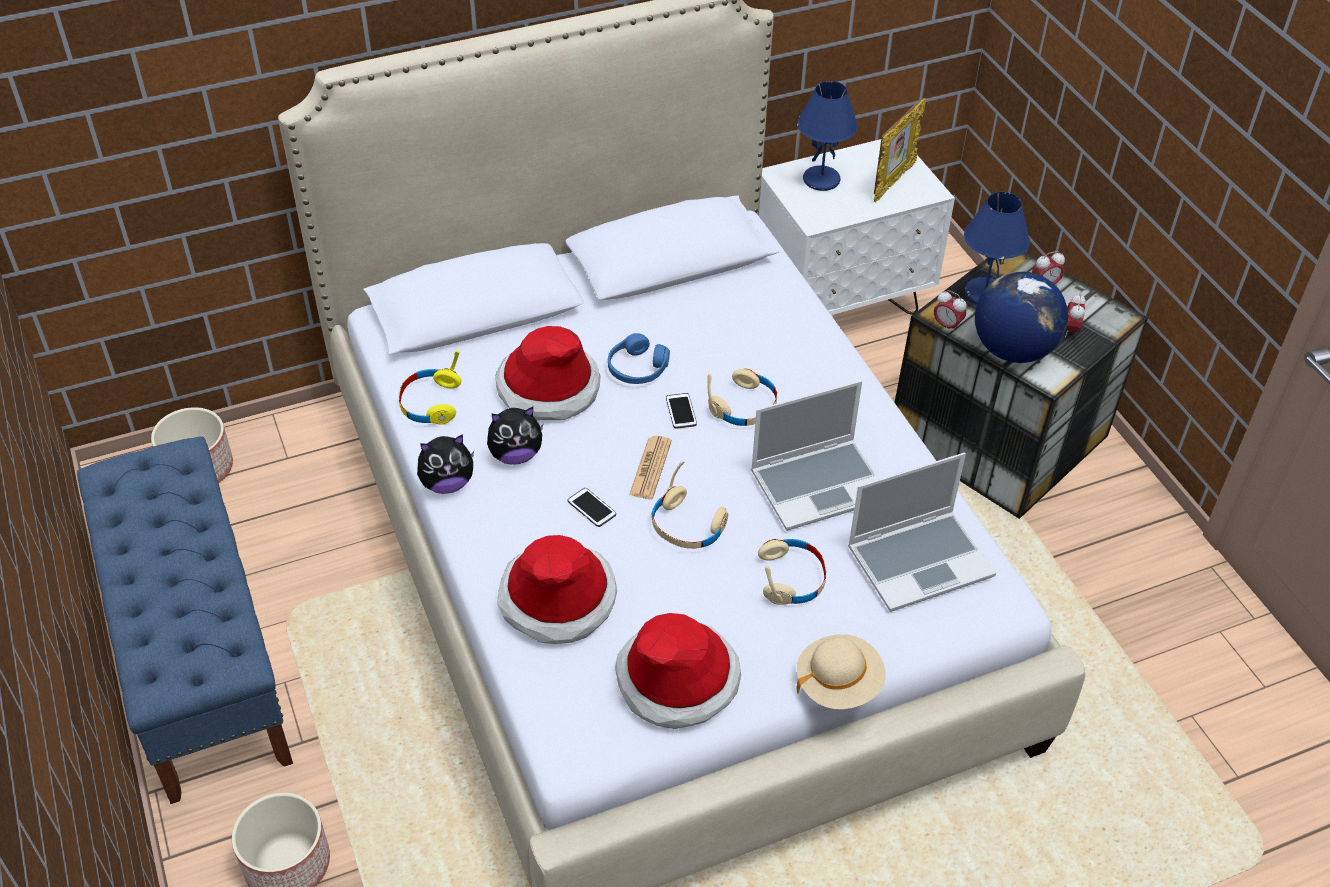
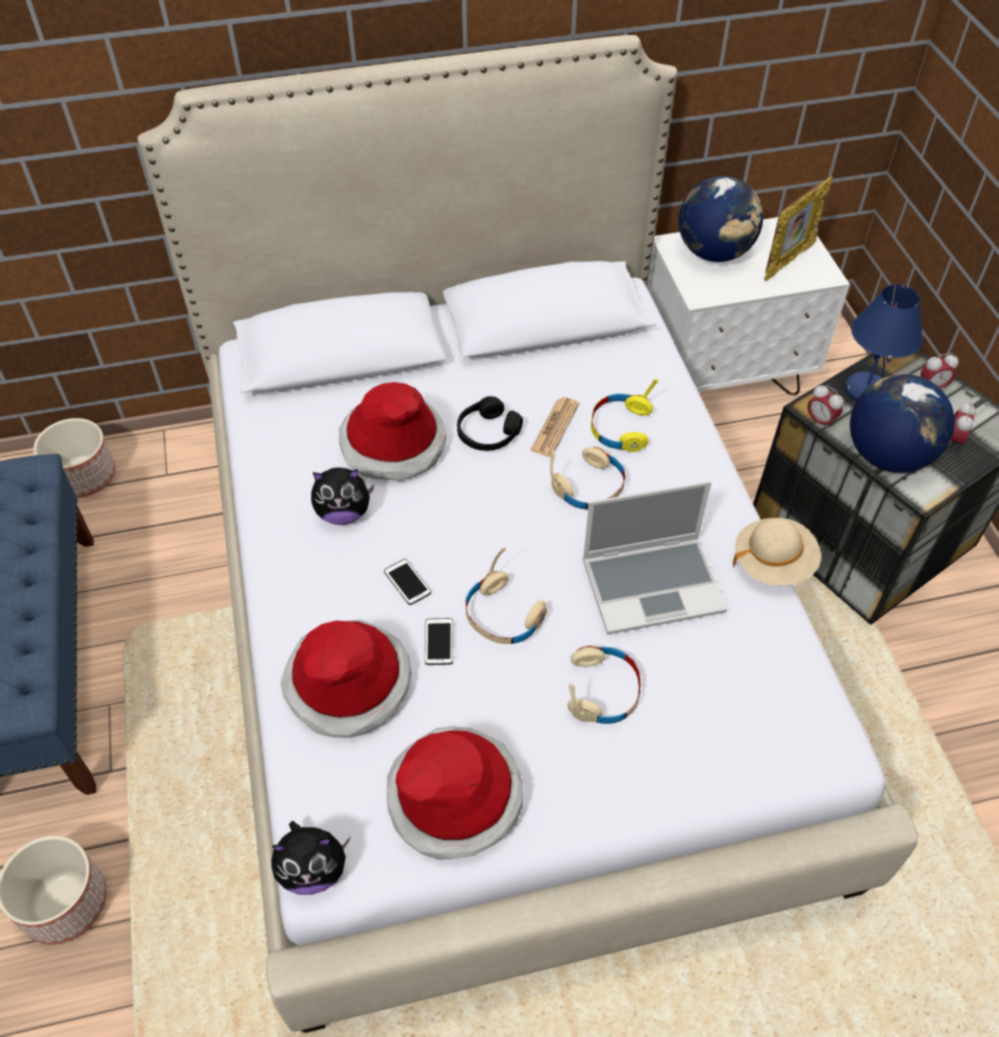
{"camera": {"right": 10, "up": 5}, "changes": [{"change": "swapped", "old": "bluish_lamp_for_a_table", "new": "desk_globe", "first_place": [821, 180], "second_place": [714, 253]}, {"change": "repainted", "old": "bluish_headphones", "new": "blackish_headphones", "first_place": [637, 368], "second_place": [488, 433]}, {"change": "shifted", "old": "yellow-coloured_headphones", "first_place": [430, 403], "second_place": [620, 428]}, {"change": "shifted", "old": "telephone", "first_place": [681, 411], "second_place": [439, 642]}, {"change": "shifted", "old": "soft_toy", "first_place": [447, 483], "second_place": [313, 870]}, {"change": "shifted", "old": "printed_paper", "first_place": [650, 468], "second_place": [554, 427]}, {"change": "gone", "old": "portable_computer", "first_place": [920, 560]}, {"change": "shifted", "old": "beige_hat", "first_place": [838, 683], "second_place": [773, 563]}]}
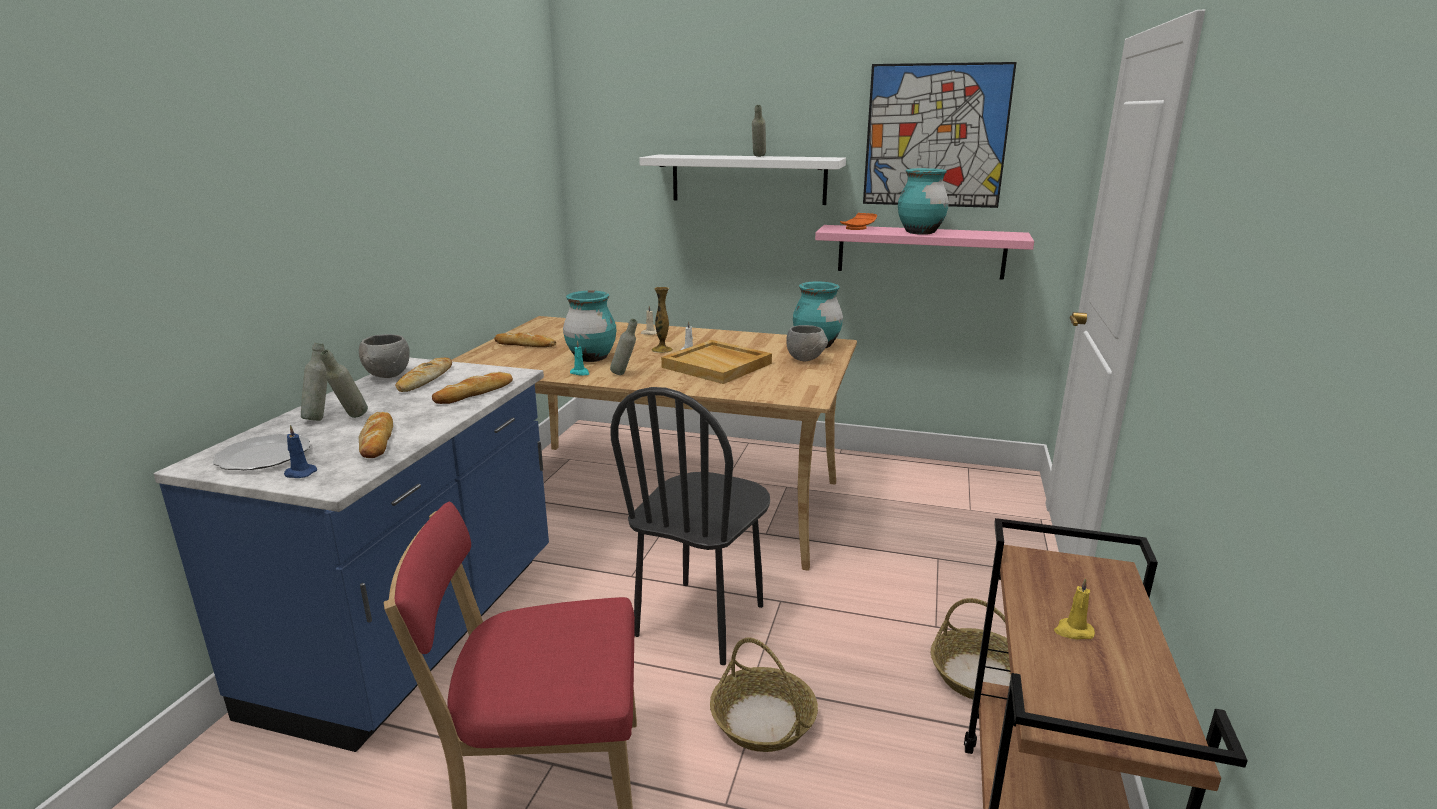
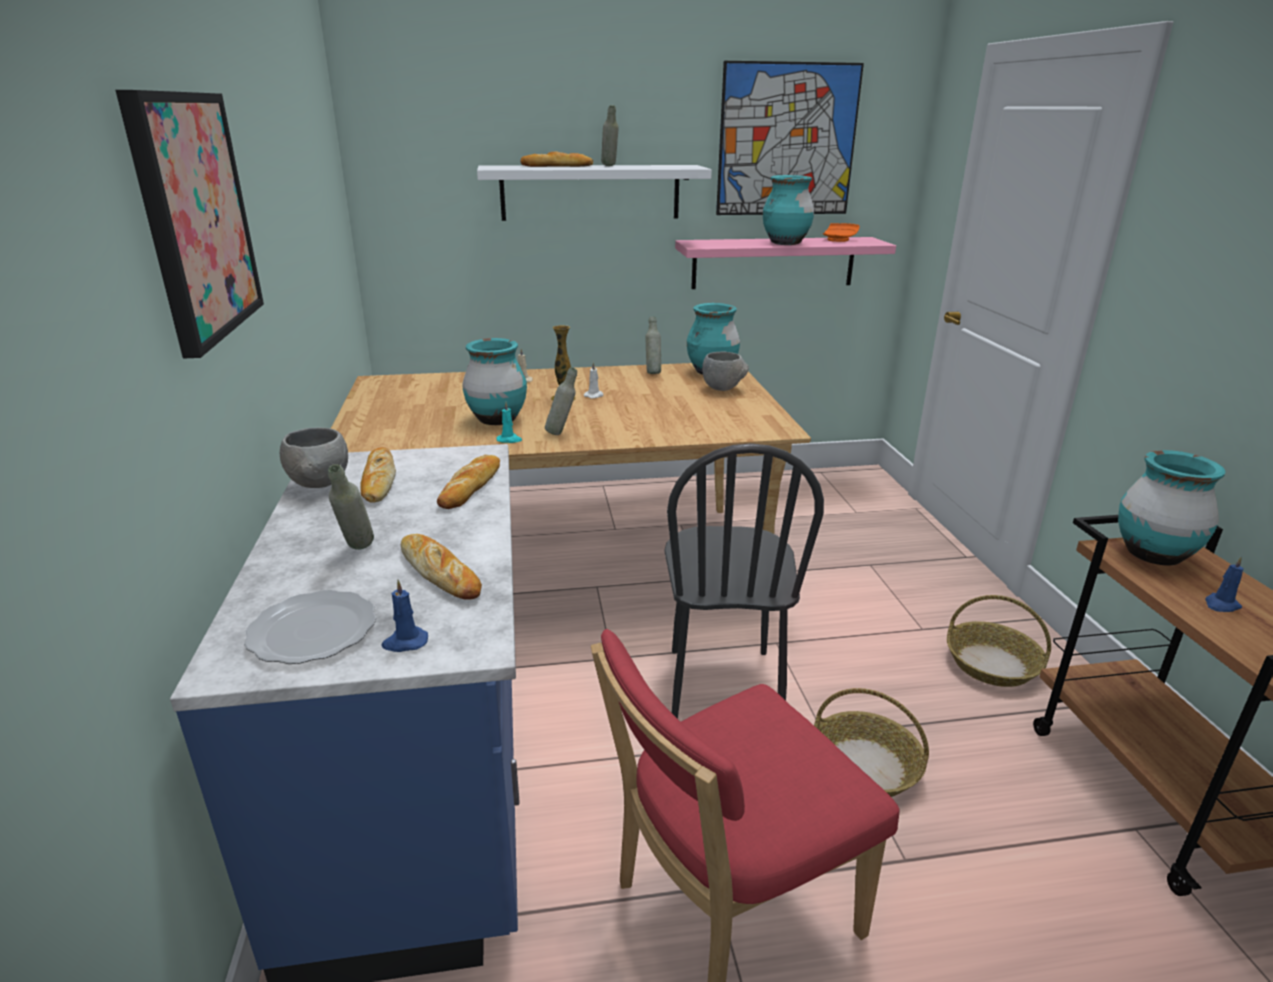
{"camera": {"right": -25, "up": 5}, "changes": [{"change": "shifted", "old": "orange-coloured_dinner_plate", "first_place": [858, 228], "second_place": [839, 240]}, {"change": "shifted", "old": "bakery_bread", "first_place": [525, 344], "second_place": [557, 166]}, {"change": "gone", "old": "beige_tray", "first_place": [718, 365]}, {"change": "shifted", "old": "grey_drink_bottle", "first_place": [320, 418], "second_place": [653, 373]}, {"change": "repainted", "old": "yellow-coloured_wax_light", "new": "bluish_wax_light", "first_place": [1073, 631], "second_place": [1221, 605]}, {"change": "new", "new": "picture", "second_place": [195, 217]}, {"change": "new", "new": "turquoise-coloured_flower_vase", "second_place": [1152, 555]}]}
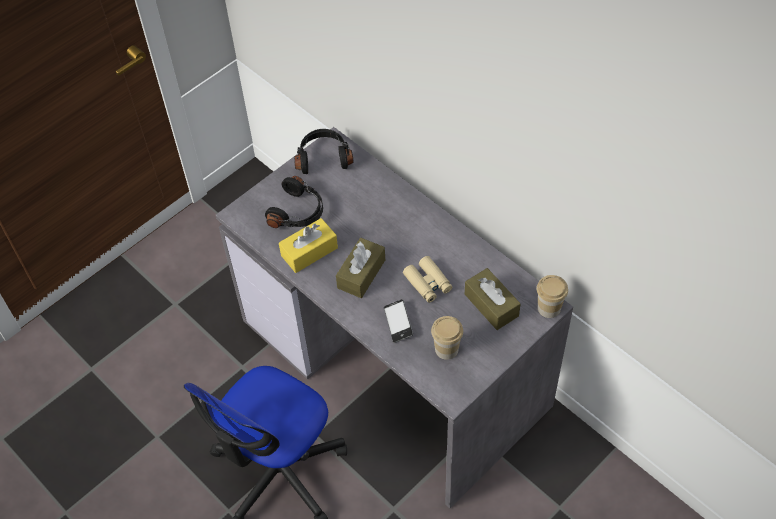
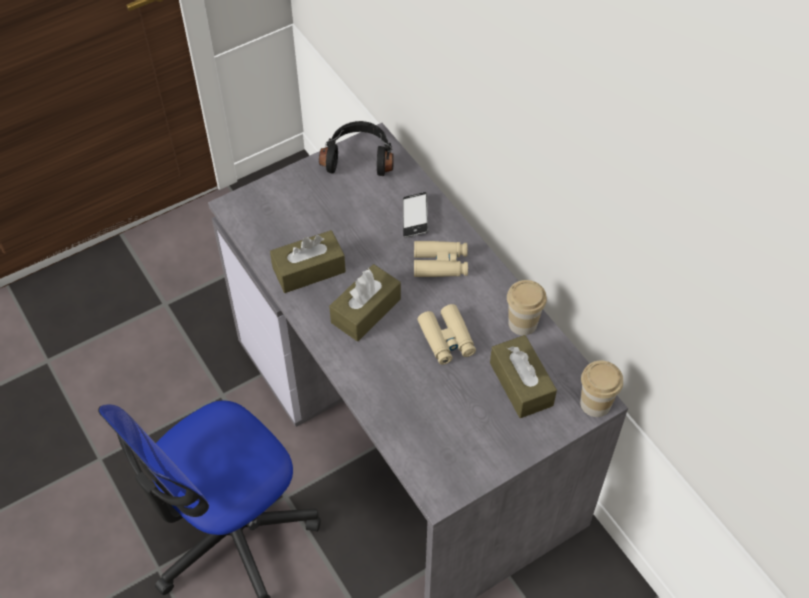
{"camera": {"right": 10, "up": 0}, "changes": [{"change": "gone", "old": "blackish_headphones", "first_place": [298, 212]}, {"change": "repainted", "old": "yellow-coloured_box_of_tissues", "new": "brown_box_of_tissues", "first_place": [309, 252], "second_place": [309, 270]}, {"change": "shifted", "old": "telephone", "first_place": [398, 323], "second_place": [415, 218]}, {"change": "shifted", "old": "small_cup", "first_place": [446, 349], "second_place": [522, 323]}, {"change": "new", "new": "beige_pair_of_binoculars", "second_place": [440, 264]}]}
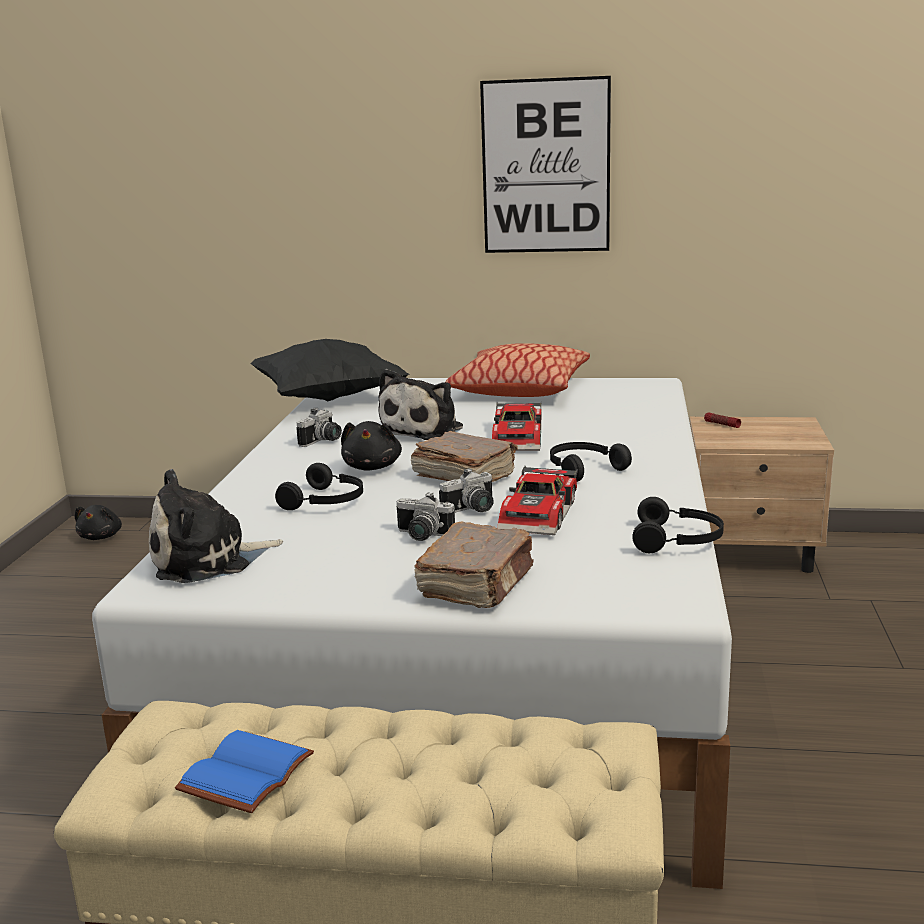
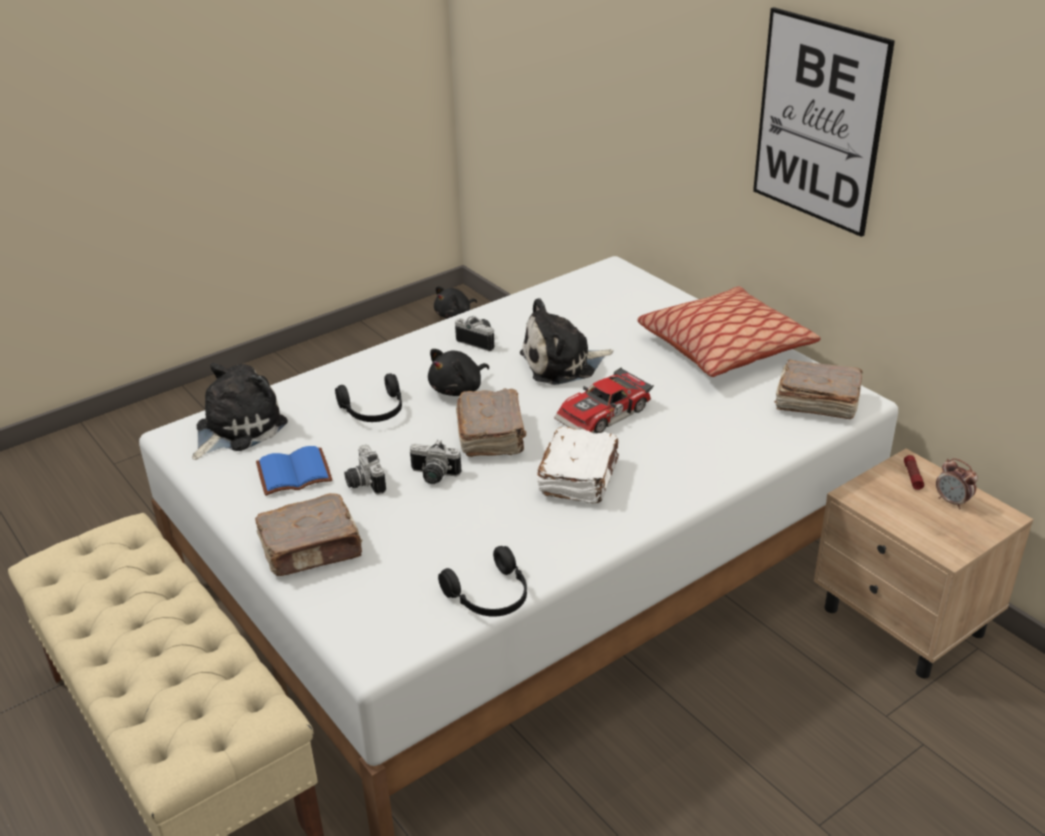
{"camera": {"right": 45, "up": 15}, "changes": [{"change": "gone", "old": "blackish_throw_pillow", "first_place": [329, 398]}, {"change": "rotated", "old": "photo_camera", "first_place": [323, 441], "second_place": [479, 340], "degrees": -135}, {"change": "swapped", "old": "blackish_headphones", "new": "white_volume", "first_place": [583, 469], "second_place": [579, 478]}, {"change": "gone", "old": "model_car", "first_place": [542, 515]}, {"change": "rotated", "old": "soft_toy", "first_place": [207, 560], "second_place": [236, 428], "degrees": 105}, {"change": "shifted", "old": "bluish_volume", "first_place": [248, 775], "second_place": [293, 475]}, {"change": "new", "new": "brown_volume", "second_place": [815, 403]}, {"change": "new", "new": "bedside_clock", "second_place": [952, 502]}]}
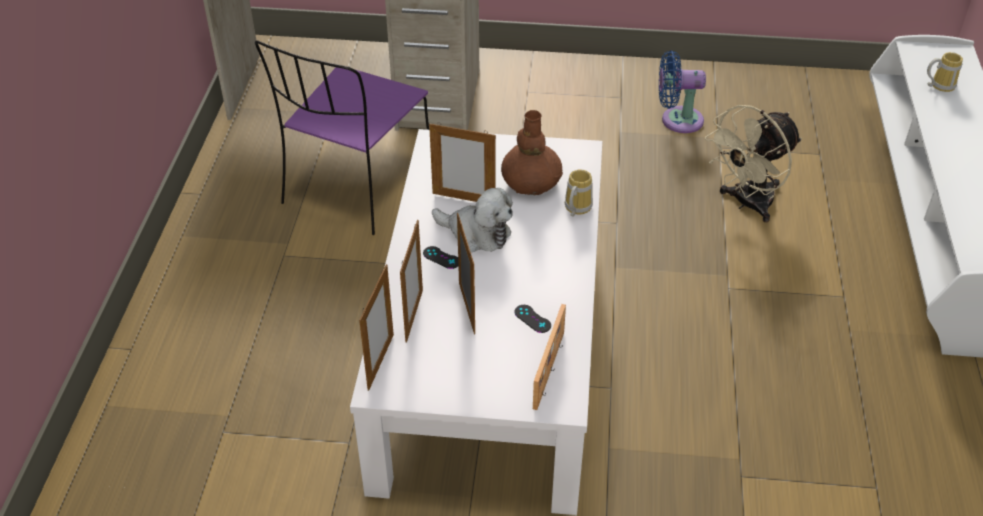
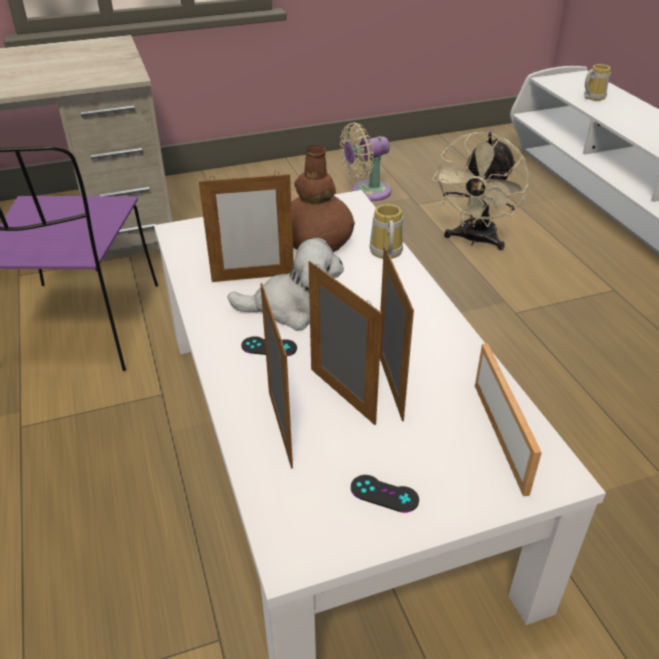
{"camera": {"right": -25, "up": -5}, "changes": [{"change": "repainted", "old": "bluish_fan", "new": "beige_fan", "first_place": [677, 120], "second_place": [366, 192]}, {"change": "shifted", "old": "photo_frame", "first_place": [380, 362], "second_place": [390, 385]}, {"change": "shifted", "old": "blackish_joypad", "first_place": [532, 319], "second_place": [384, 494]}]}
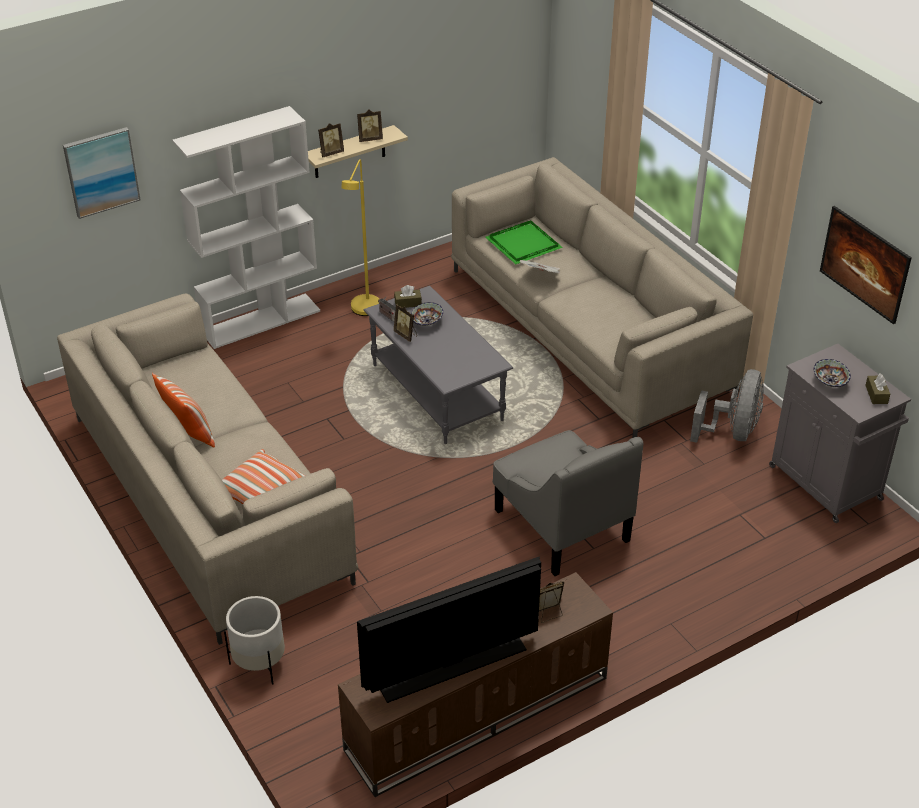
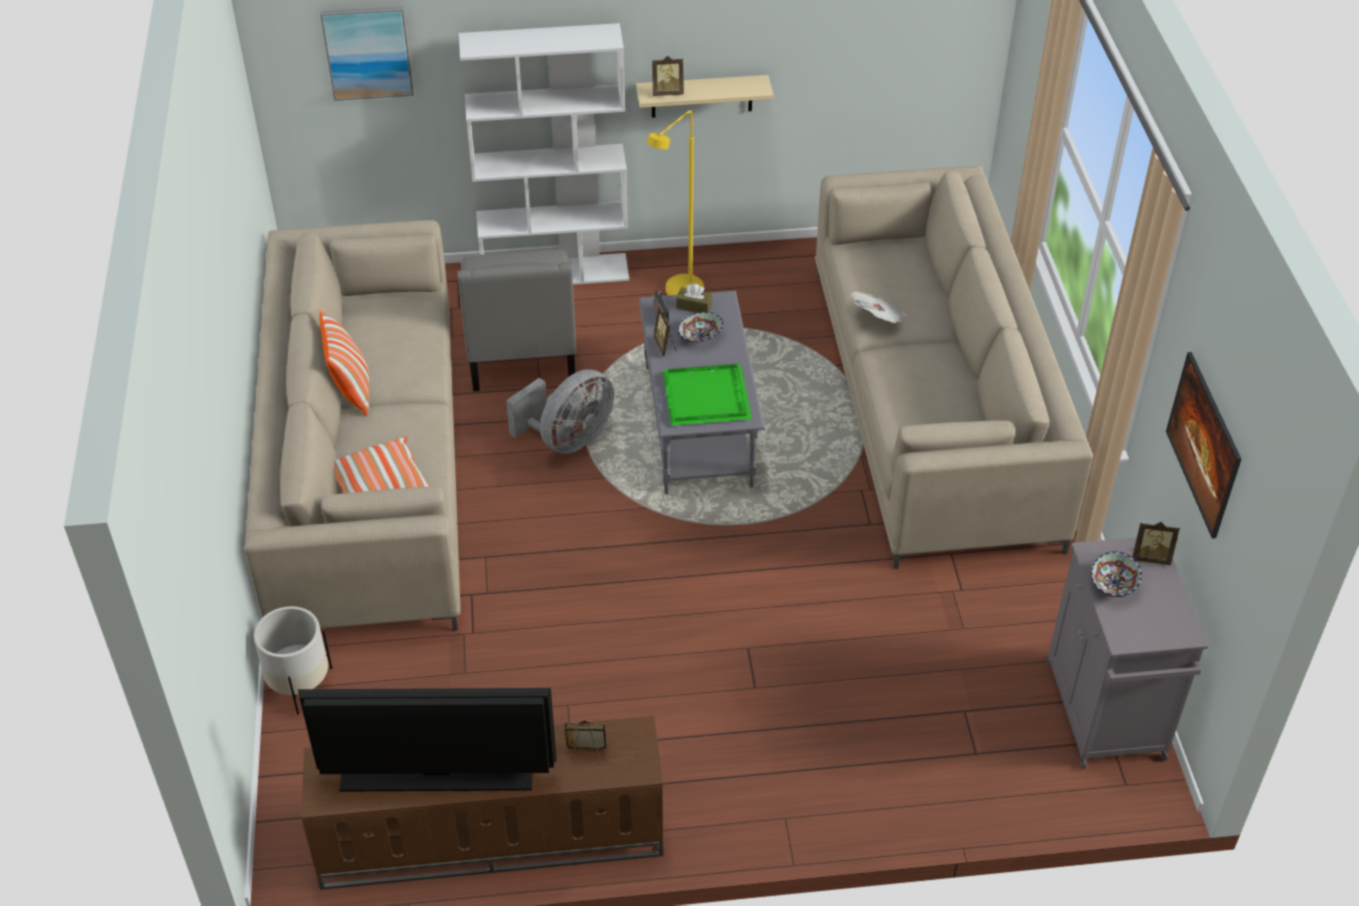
{"camera": {"right": 25, "up": 5}, "changes": [{"change": "shifted", "old": "photo_frame", "first_place": [370, 139], "second_place": [1150, 557]}, {"change": "shifted", "old": "greenish_tray", "first_place": [523, 243], "second_place": [707, 396]}, {"change": "shifted", "old": "grey_fan", "first_place": [732, 432], "second_place": [568, 439]}, {"change": "gone", "old": "brown_box_of_tissues", "first_place": [876, 394]}, {"change": "shifted", "old": "grey_easy_chair", "first_place": [561, 525], "second_place": [521, 347]}]}
